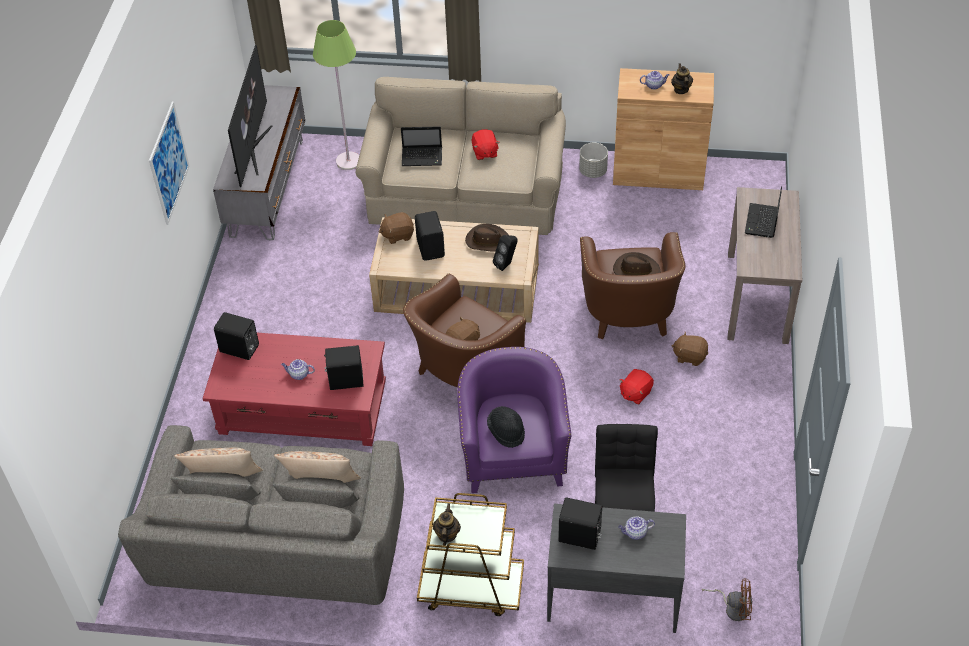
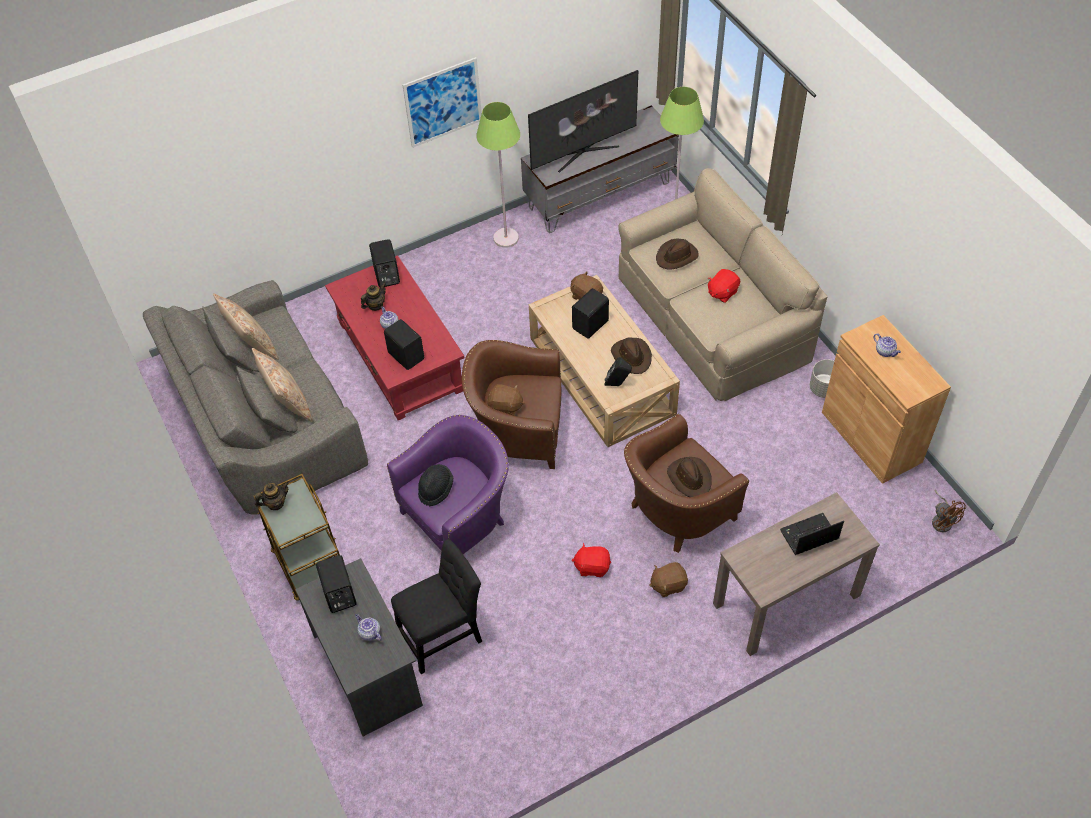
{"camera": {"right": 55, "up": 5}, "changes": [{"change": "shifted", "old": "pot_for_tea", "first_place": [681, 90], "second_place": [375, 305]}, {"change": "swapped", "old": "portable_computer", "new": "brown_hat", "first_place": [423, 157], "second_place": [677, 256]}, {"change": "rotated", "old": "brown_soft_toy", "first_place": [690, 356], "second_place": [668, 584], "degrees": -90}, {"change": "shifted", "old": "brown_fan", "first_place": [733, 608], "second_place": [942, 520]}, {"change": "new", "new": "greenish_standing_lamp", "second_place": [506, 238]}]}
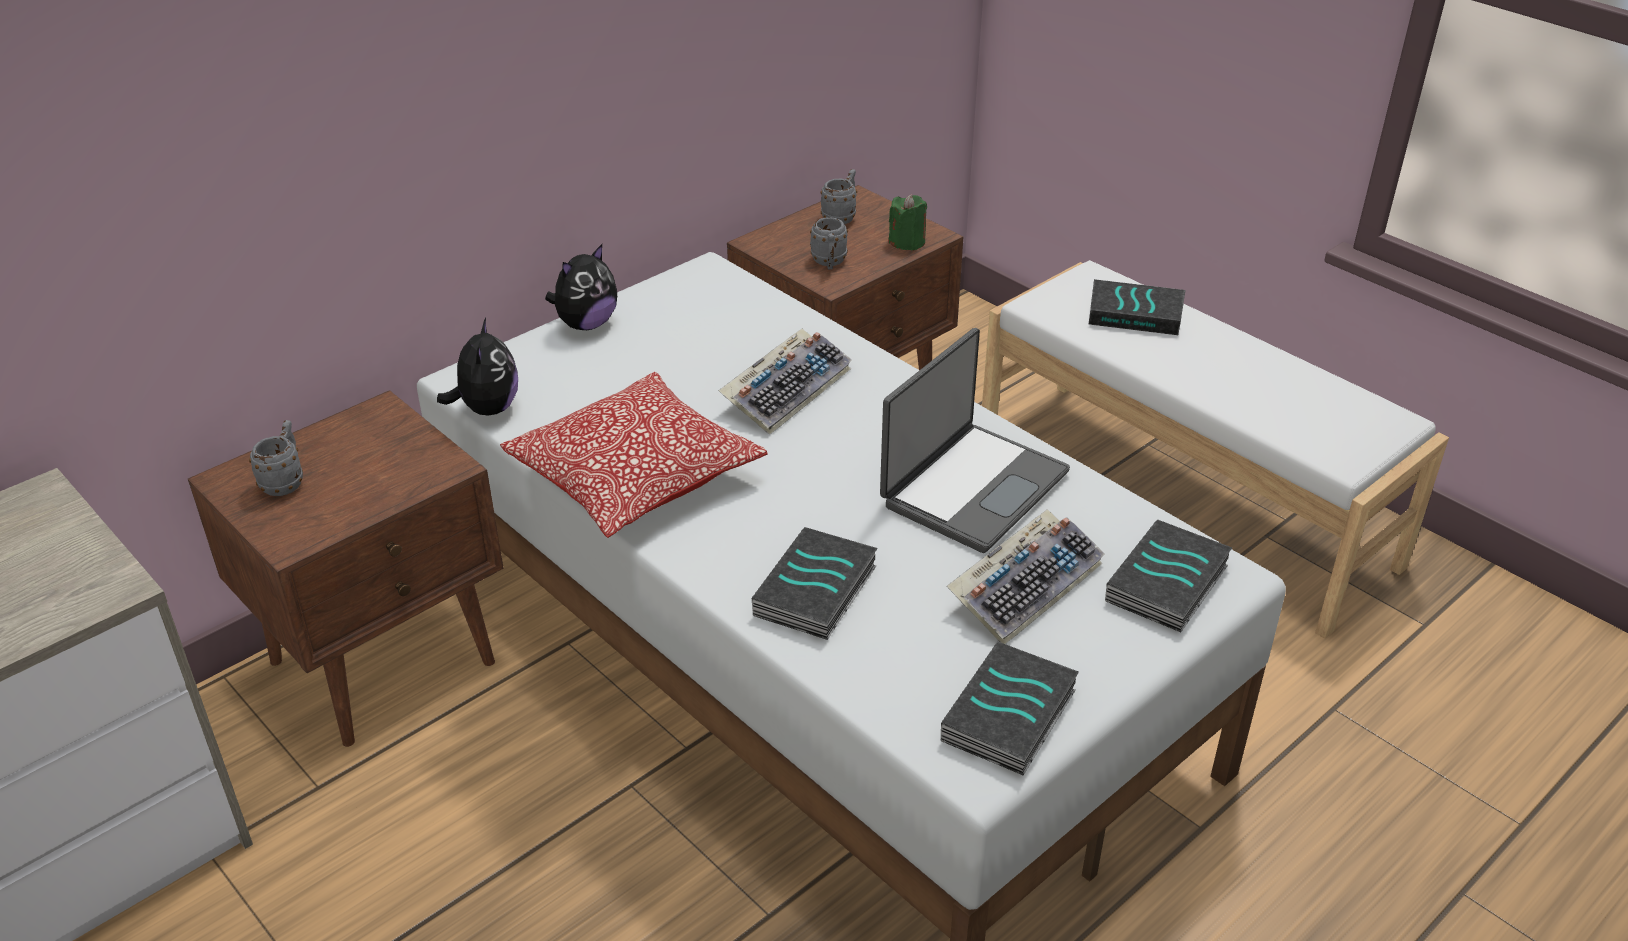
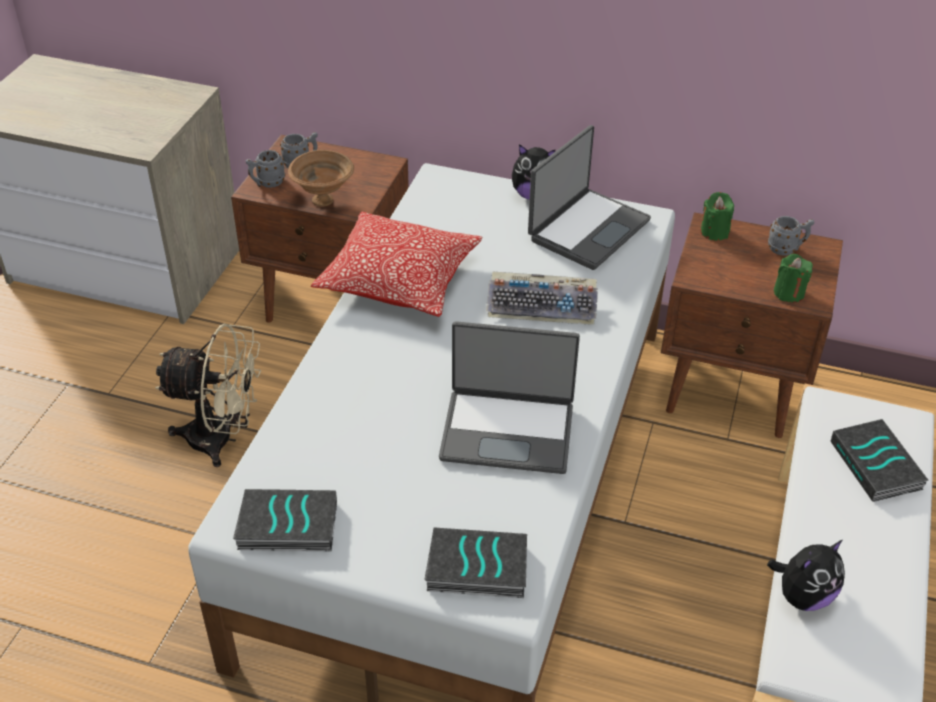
{"camera": {"right": 60, "up": 5}, "changes": [{"change": "shifted", "old": "grey_mug", "first_place": [829, 263], "second_place": [267, 183]}, {"change": "shifted", "old": "soft_toy", "first_place": [487, 409], "second_place": [802, 596]}, {"change": "gone", "old": "PC_keyboard", "first_place": [1025, 585]}, {"change": "gone", "old": "volume", "first_place": [817, 592]}, {"change": "new", "new": "portable_computer", "second_place": [587, 229]}, {"change": "new", "new": "brown_serving_bowl", "second_place": [324, 200]}, {"change": "new", "new": "greenish_wax_light", "second_place": [714, 232]}, {"change": "new", "new": "beige_fan", "second_place": [222, 439]}]}
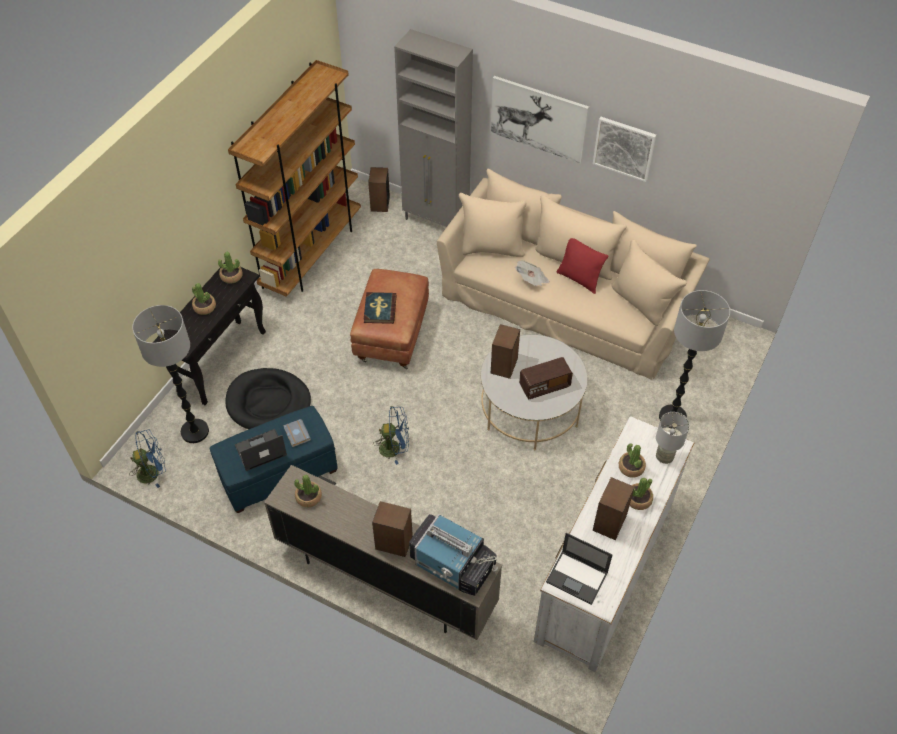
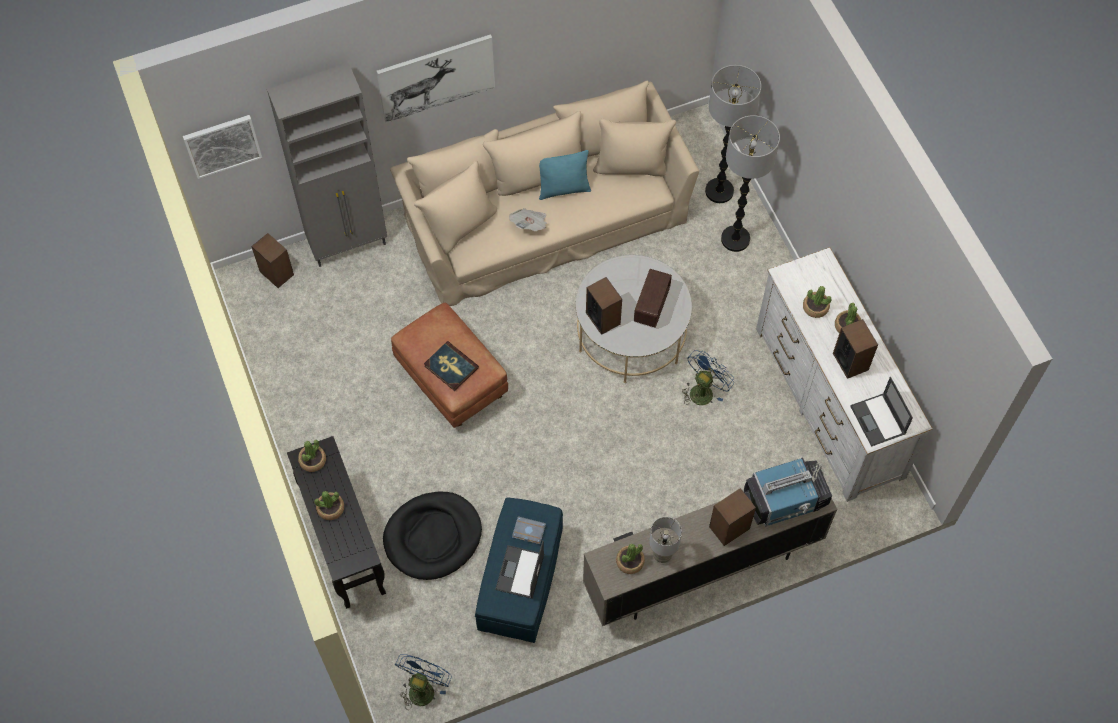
{"camera": {"right": -50, "up": 10}, "changes": [{"change": "gone", "old": "brown_bookshelf", "first_place": [311, 254]}, {"change": "shifted", "old": "picture", "first_place": [624, 148], "second_place": [222, 145]}, {"change": "repainted", "old": "red-coloured_throw_pillow", "new": "turquoise-coloured_throw_pillow", "first_place": [579, 279], "second_place": [563, 189]}, {"change": "shifted", "old": "standing_lamp", "first_place": [195, 431], "second_place": [719, 191]}, {"change": "shifted", "old": "bluish_fan", "first_place": [394, 448], "second_place": [703, 390]}, {"change": "shifted", "old": "grey_lamp_for_a_table", "first_place": [664, 457], "second_place": [662, 554]}, {"change": "rotated", "old": "portable_computer", "first_place": [577, 577], "second_place": [878, 420], "degrees": 90}]}
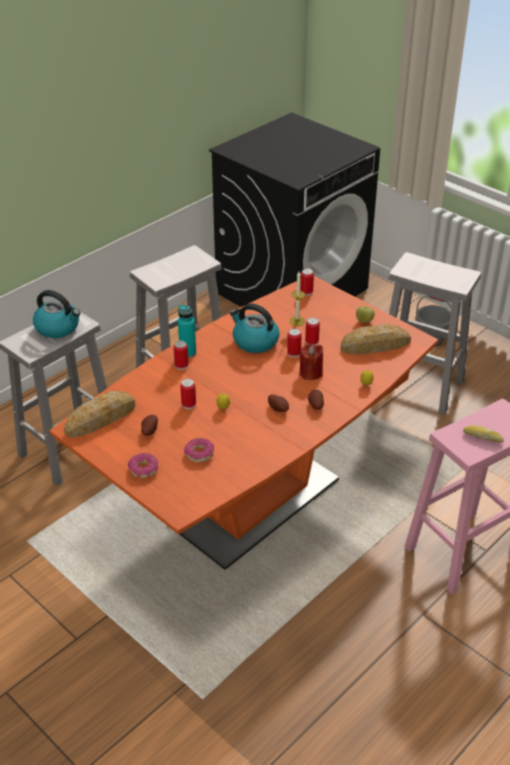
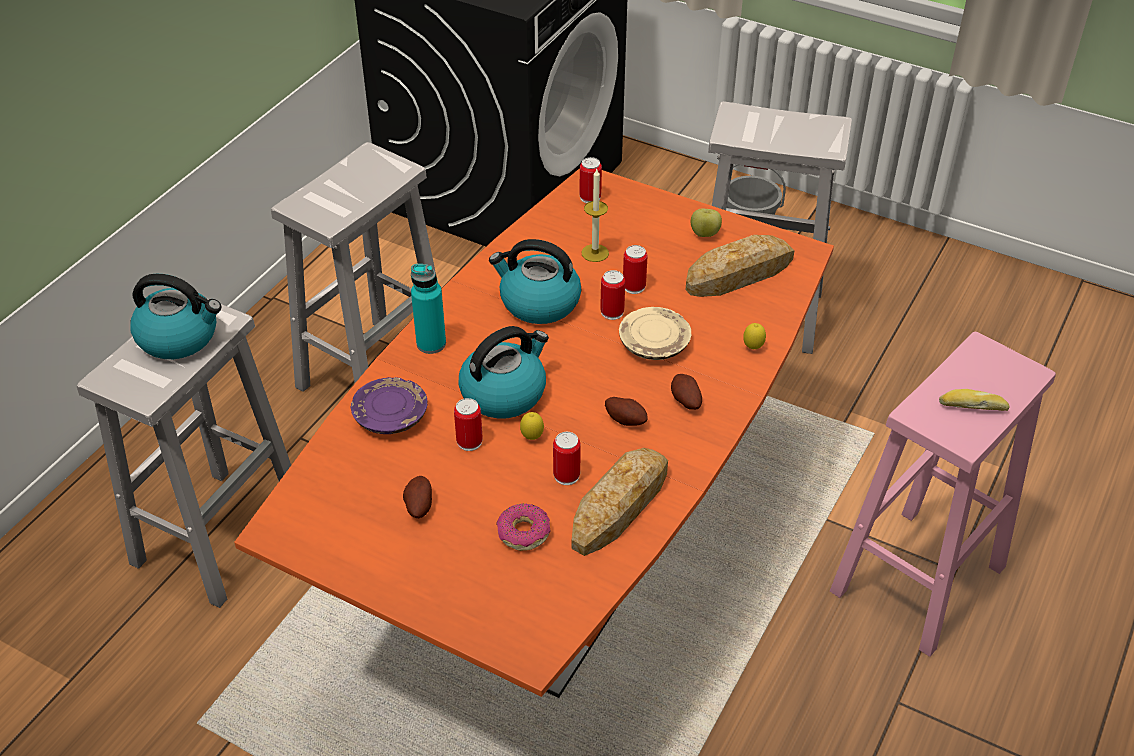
{"camera": {"right": -15, "up": 5}, "changes": [{"change": "shifted", "old": "can", "first_place": [181, 365], "second_place": [566, 475]}, {"change": "swapped", "old": "red-coloured_wax_light", "new": "beige_dinner_plate", "first_place": [311, 373], "second_place": [654, 343]}, {"change": "shifted", "old": "bakery_bread", "first_place": [100, 418], "second_place": [619, 506]}, {"change": "gone", "old": "donut", "first_place": [143, 469]}, {"change": "new", "new": "kettle", "second_place": [504, 392]}, {"change": "new", "new": "purple_dinner_plate", "second_place": [390, 416]}]}
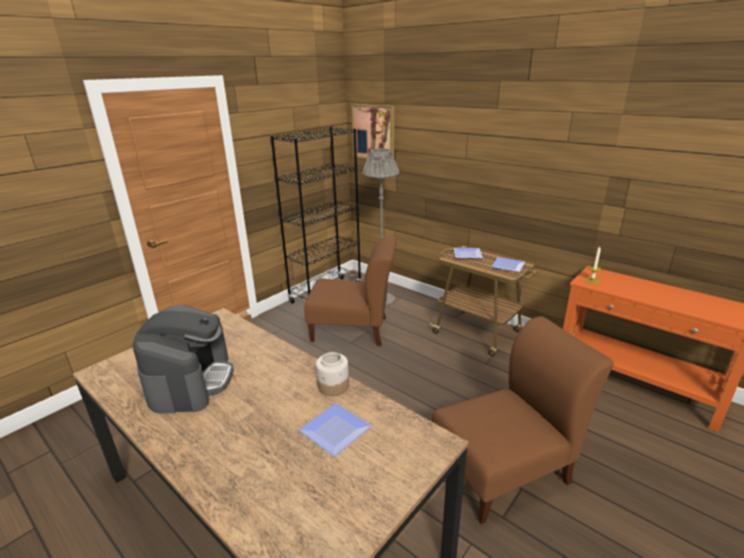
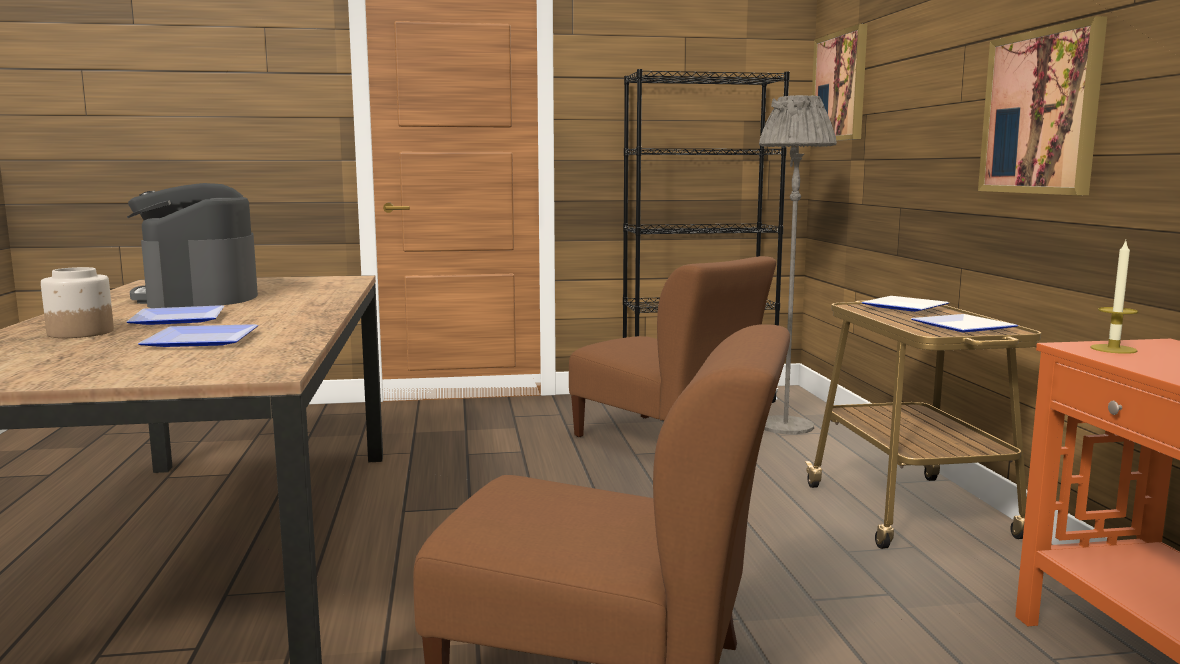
{"camera": {"right": 40, "up": -15}, "changes": [{"change": "rotated", "old": "coffee_machine", "first_place": [191, 381], "second_place": [198, 297], "degrees": 120}, {"change": "shifted", "old": "preserve_jar", "first_place": [333, 386], "second_place": [80, 333]}, {"change": "new", "new": "picture", "second_place": [1041, 112]}, {"change": "new", "new": "dinner_plate", "second_place": [181, 320]}]}
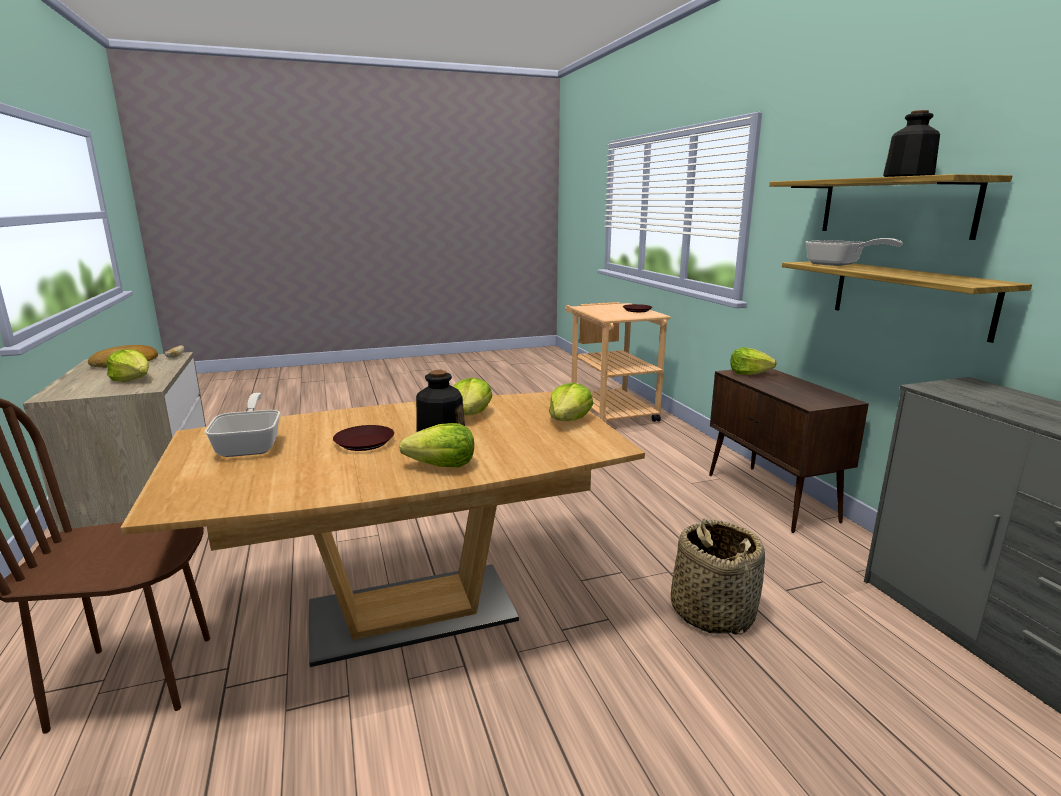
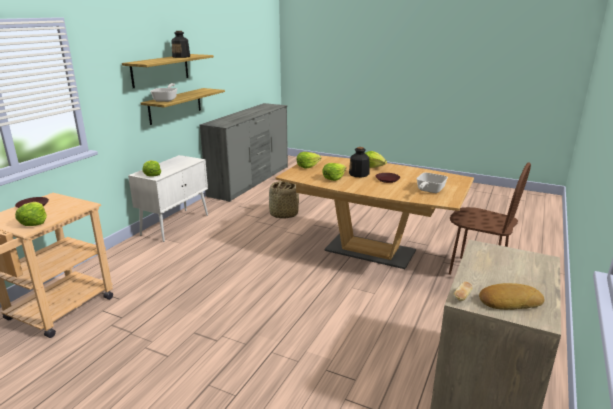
{"camera": {"right": -135, "up": 5}, "changes": [{"change": "shifted", "old": "lettuce_head", "first_place": [133, 380], "second_place": [34, 222]}, {"change": "repainted", "old": "brown_cabinet", "new": "white_cabinet", "first_place": [771, 498], "second_place": [176, 224]}]}
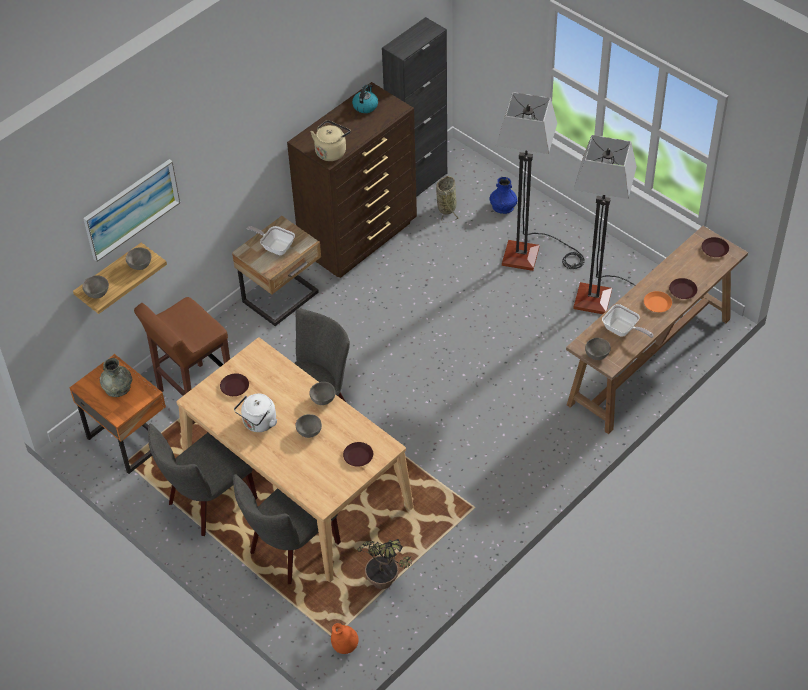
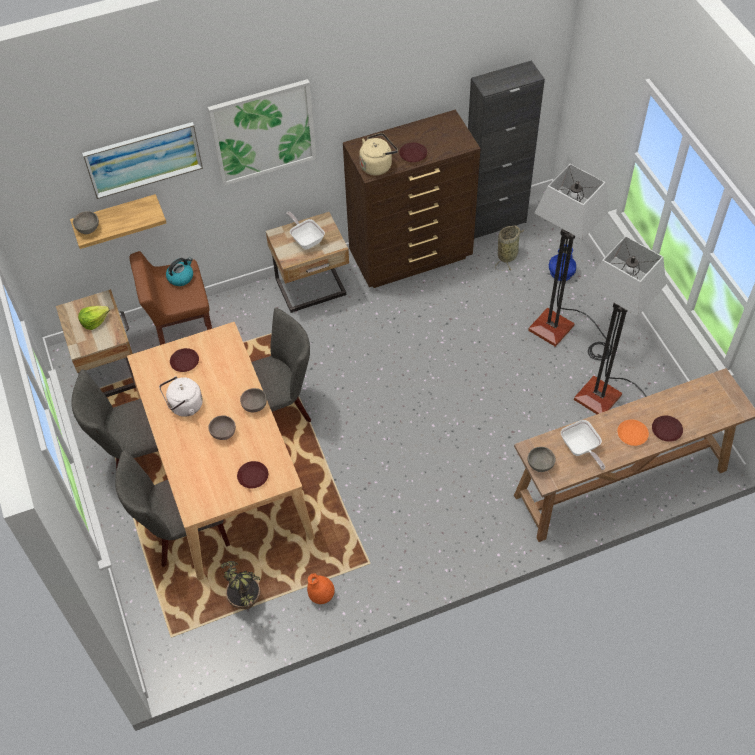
{"camera": {"right": 25, "up": 5}, "changes": [{"change": "shifted", "old": "kettle", "first_place": [365, 106], "second_place": [181, 277]}, {"change": "shifted", "old": "brown_dinner_plate", "first_place": [715, 249], "second_place": [413, 155]}, {"change": "gone", "old": "grey_serving_bowl", "first_place": [140, 265]}, {"change": "repainted", "old": "orange-coloured_nightstand", "new": "beige_nightstand", "first_place": [129, 439], "second_place": [109, 370]}, {"change": "swapped", "old": "grey_flower_vase", "new": "lettuce_head", "first_place": [117, 387], "second_place": [94, 321]}, {"change": "shifted", "old": "orange-coloured_flower_vase", "first_place": [345, 647], "second_place": [321, 596]}, {"change": "new", "new": "picture", "second_place": [263, 132]}]}
